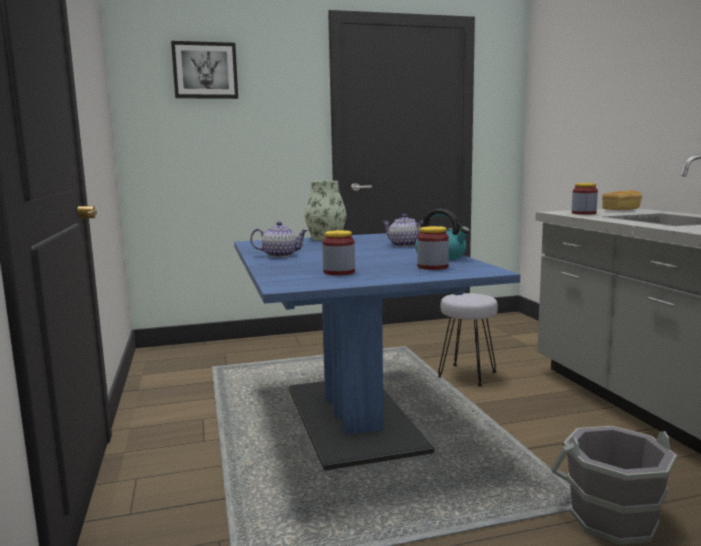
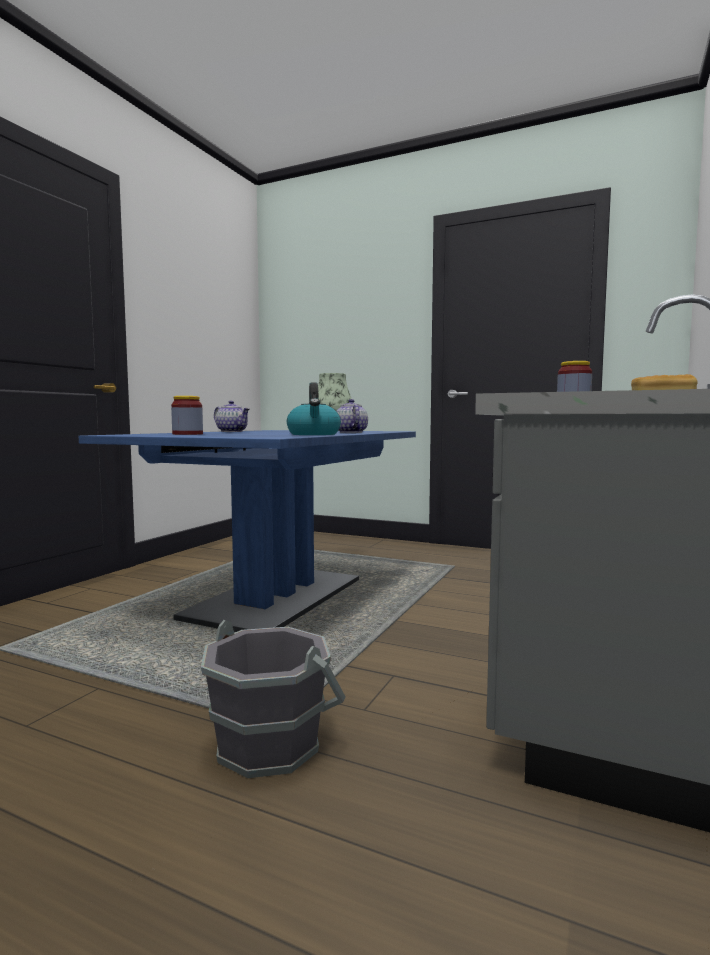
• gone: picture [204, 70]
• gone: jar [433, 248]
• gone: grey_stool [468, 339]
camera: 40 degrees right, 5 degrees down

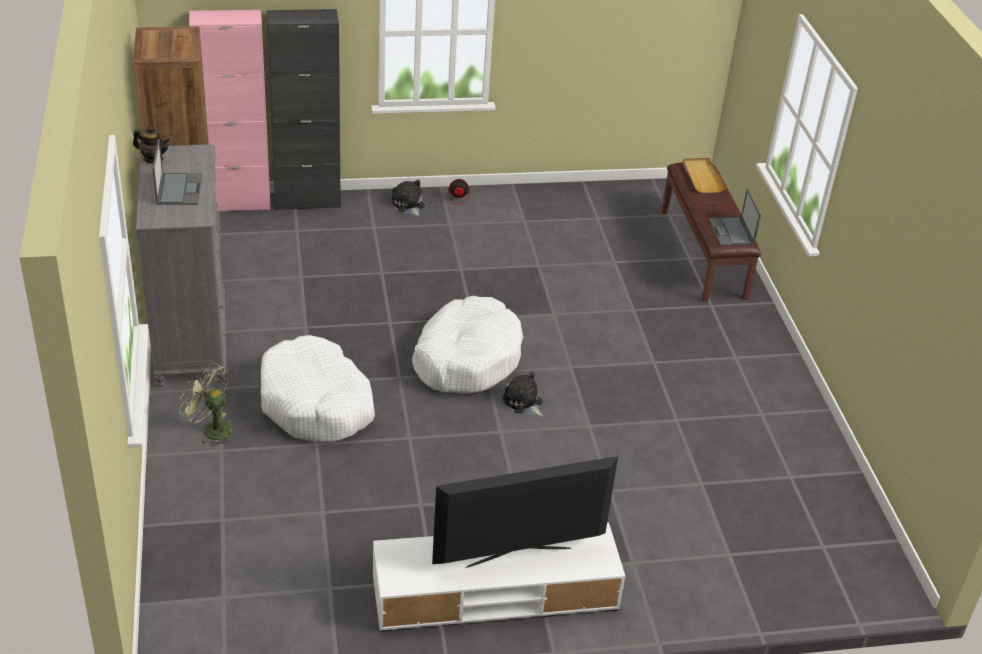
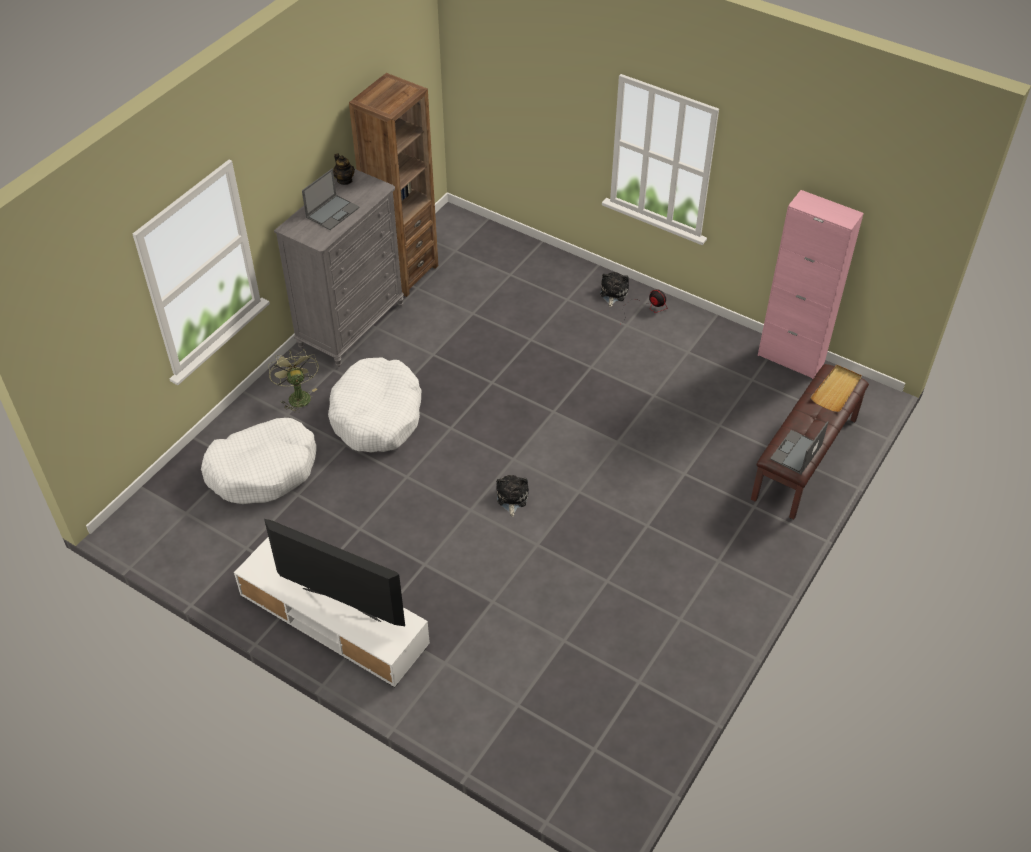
• gone: black_cabinet [303, 110]
• shifted: pink_cabinet [230, 110] to [811, 284]
• shifted: white_dog_bed [467, 344] to [259, 461]
camera: 45 degrees right, 10 degrees up

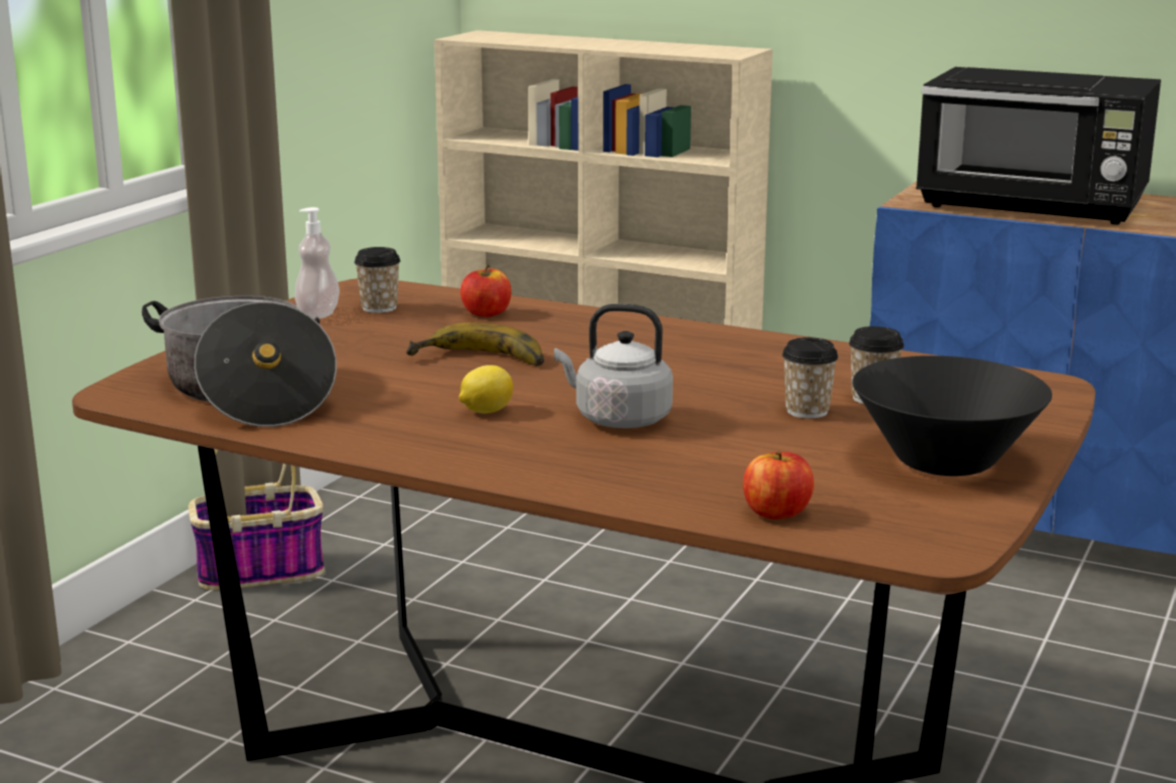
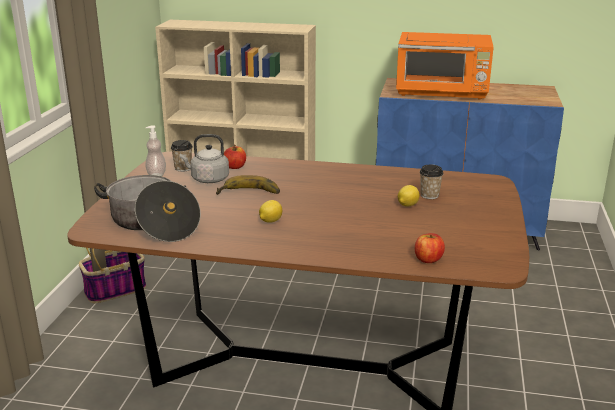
• repainted: black_microwave [1038, 146] to orange_microwave [445, 66]
• shifted: grey_kettle [613, 366] to [204, 158]
• swapped: cup [810, 378] to lemon [409, 195]
• gone: black_bowl [952, 416]
camera: 15 degrees left, 5 degrees up

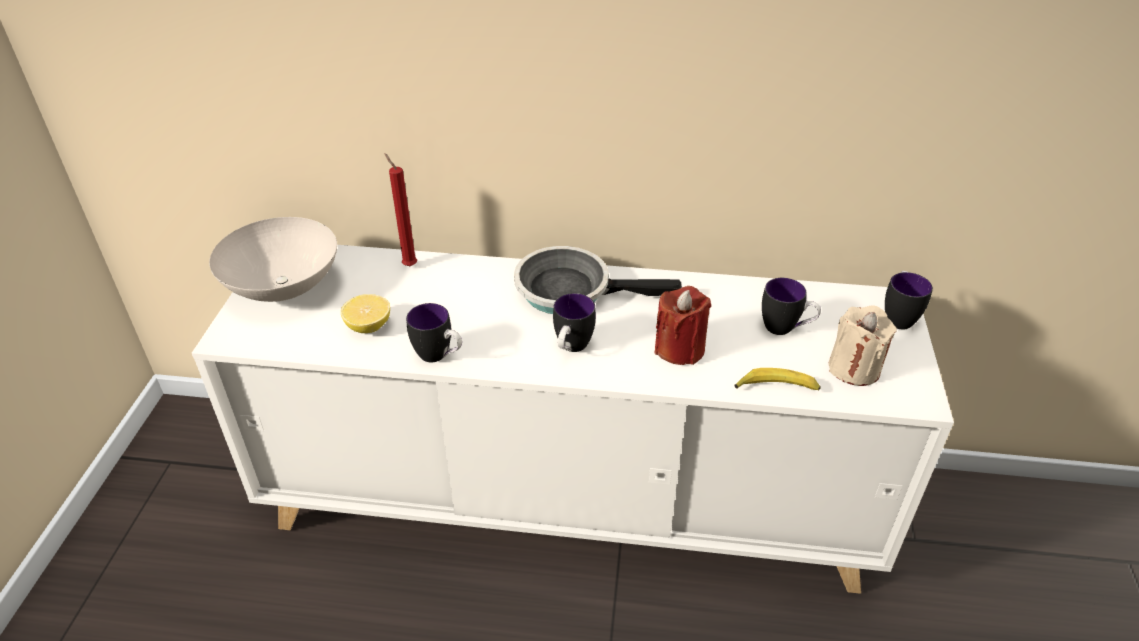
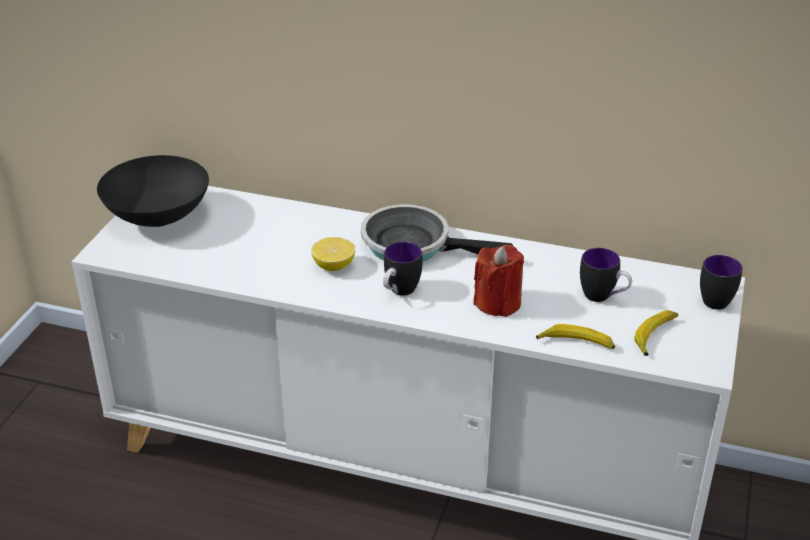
• gone: red_candle [401, 210]
• repainted: white_bowl [273, 259] to black_bowl [153, 191]
• shifted: lemon [365, 313] to [333, 254]
• gone: mug [434, 333]
• swapped: beige_candle [863, 346] to banana [656, 333]
camera: 10 degrees right, 5 degrees down

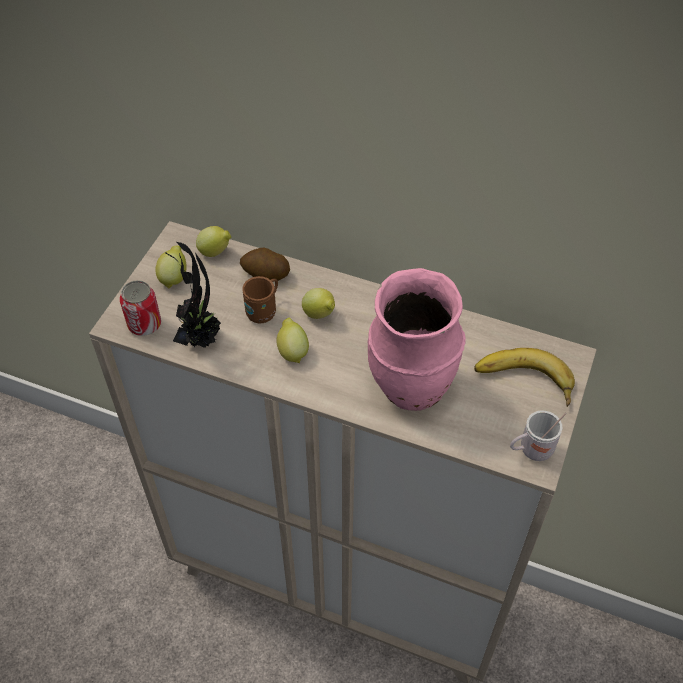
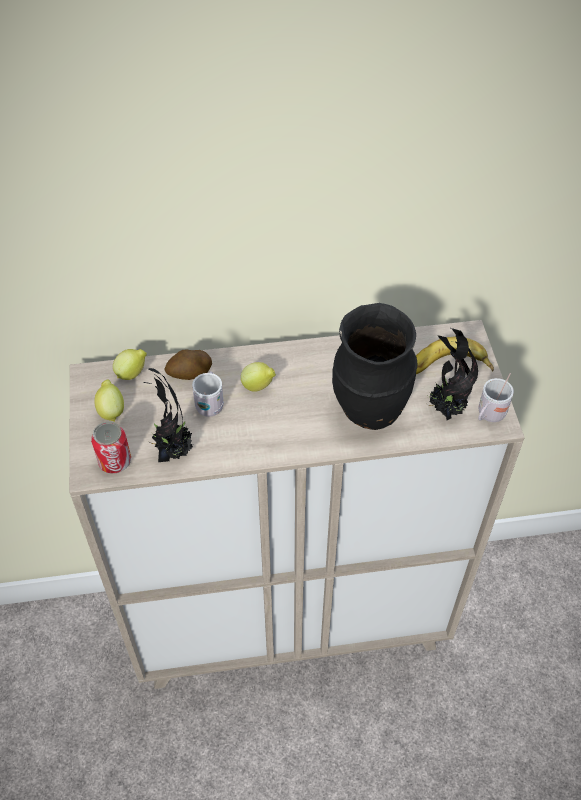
• repainted: pink_vase [417, 339] to black_vase [374, 366]
• repainted: brown_mug [260, 299] to white_mug [208, 394]
• gone: lemon [292, 340]
• new: potted_plant [453, 374]
camera: 30 degrees left, 0 degrees up

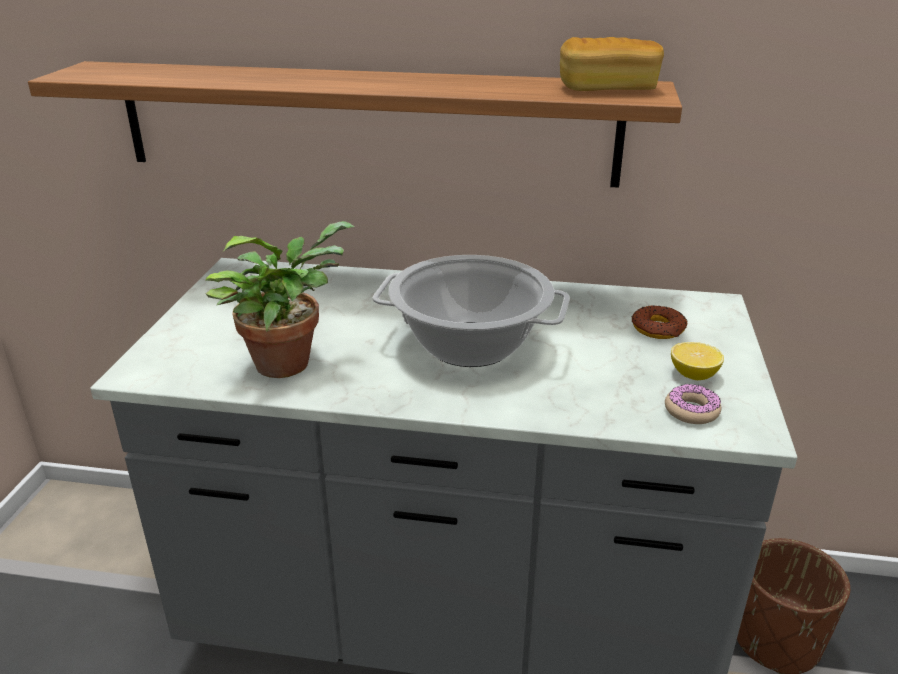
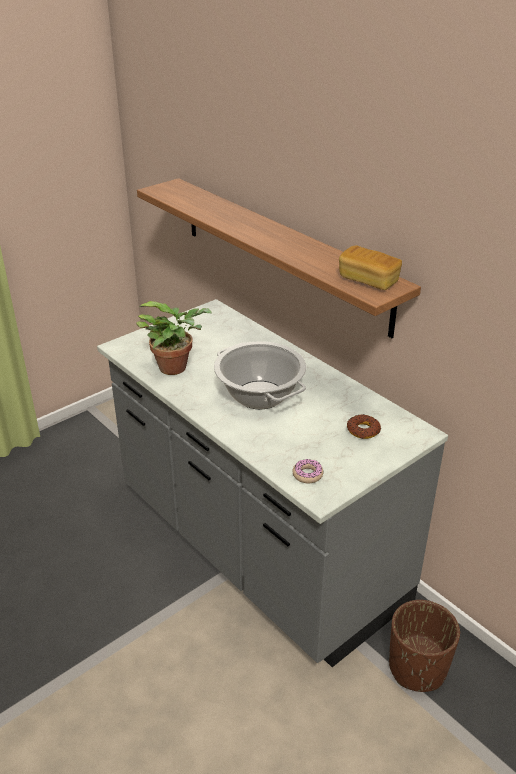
• gone: lemon [697, 361]
camera: 40 degrees right, 5 degrees up

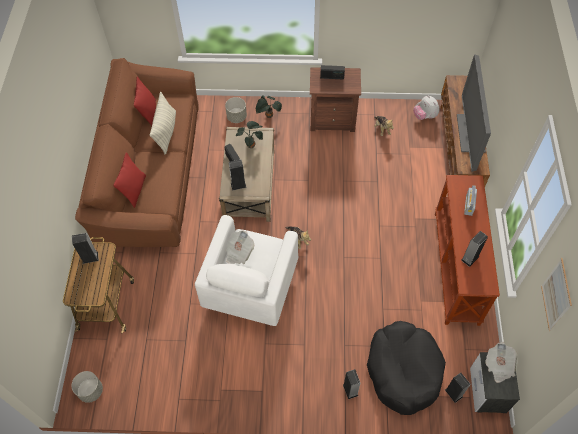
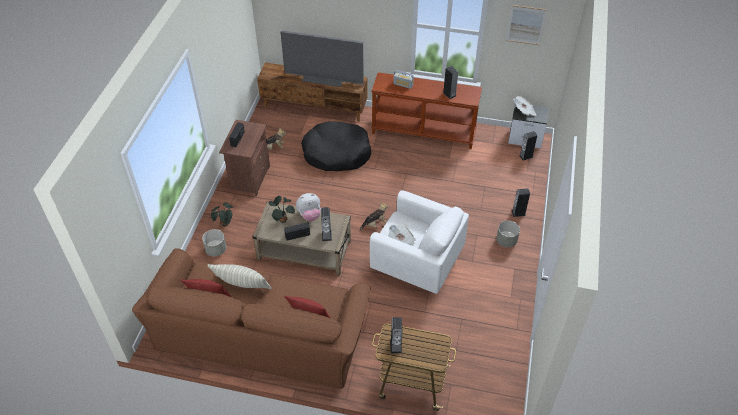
• shifted: plush_toy [426, 107] to [308, 207]
• shifted: black_dog_bed [406, 368] to [336, 146]
• shifted: grey_planter [87, 387] to [508, 234]
camera: 80 degrees left, 10 degrees down

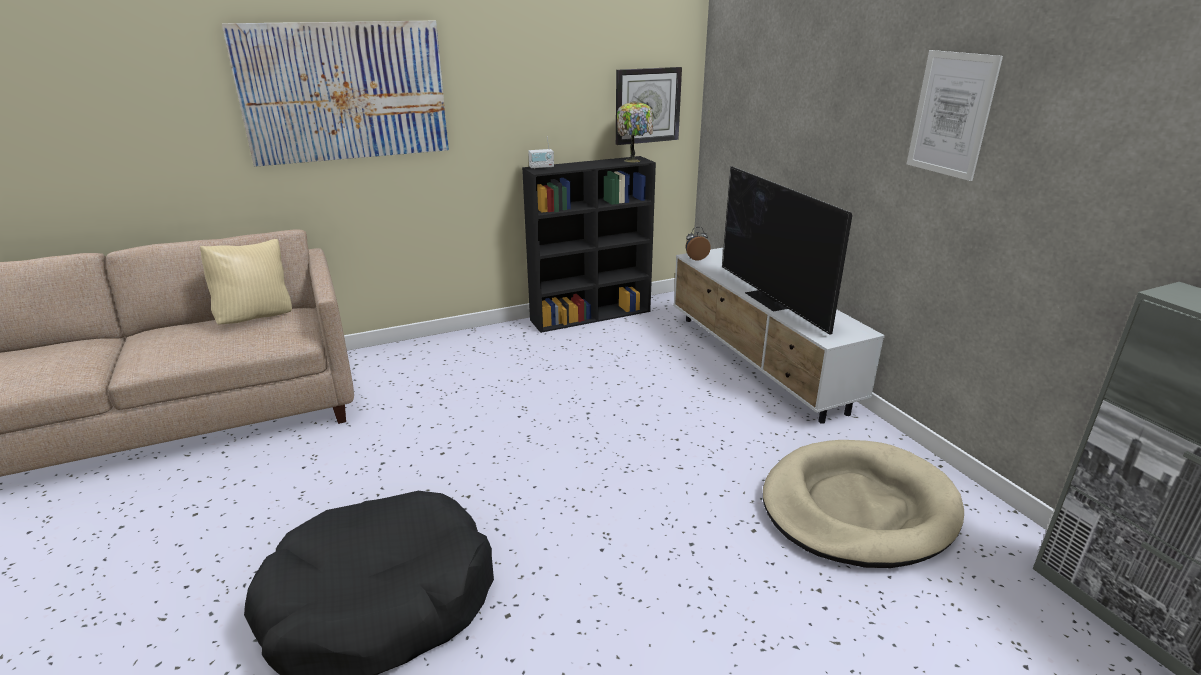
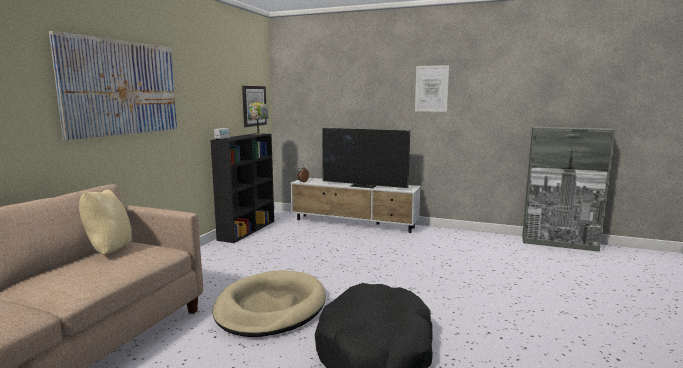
• shifted: beige_dog_bed [863, 504] to [269, 303]
camera: 45 degrees left, 15 degrees down

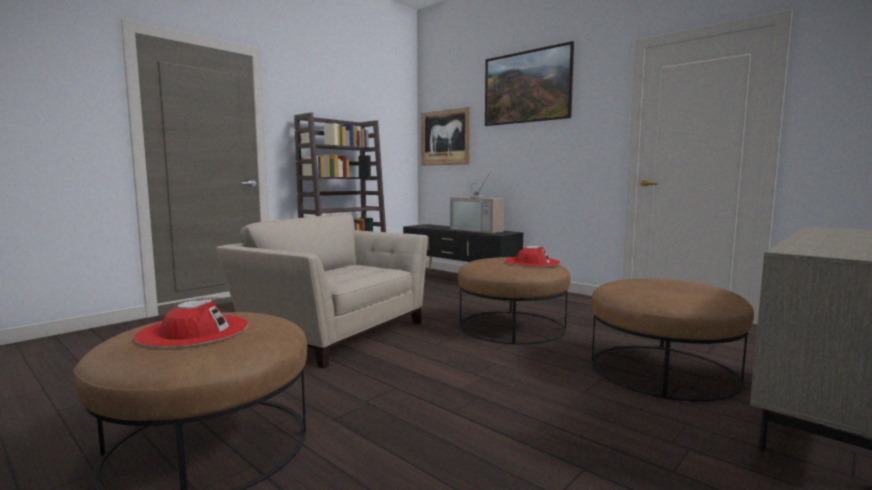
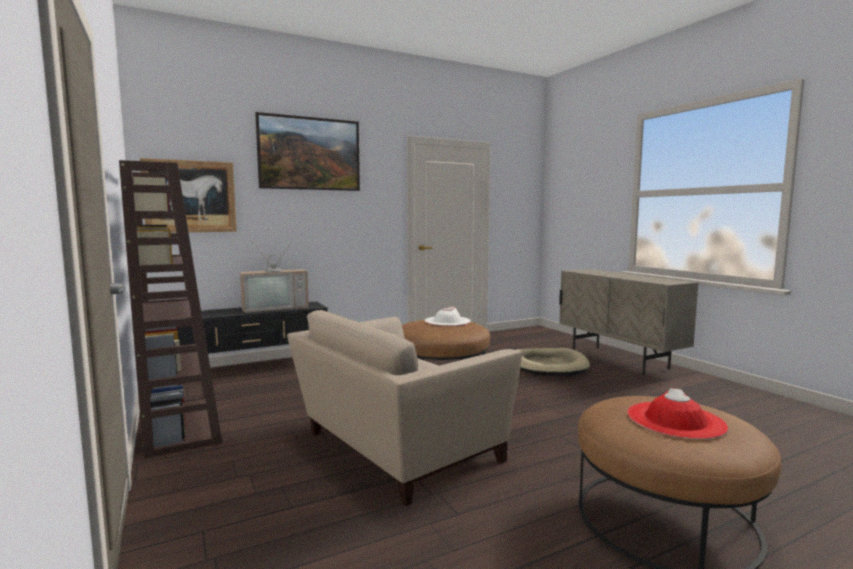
• repainted: red_hat [532, 256] to white_hat [448, 316]
• swapped: brown_ottoman [672, 339] to beige_dog_bed [553, 362]
camera: 70 degrees left, 0 degrees up

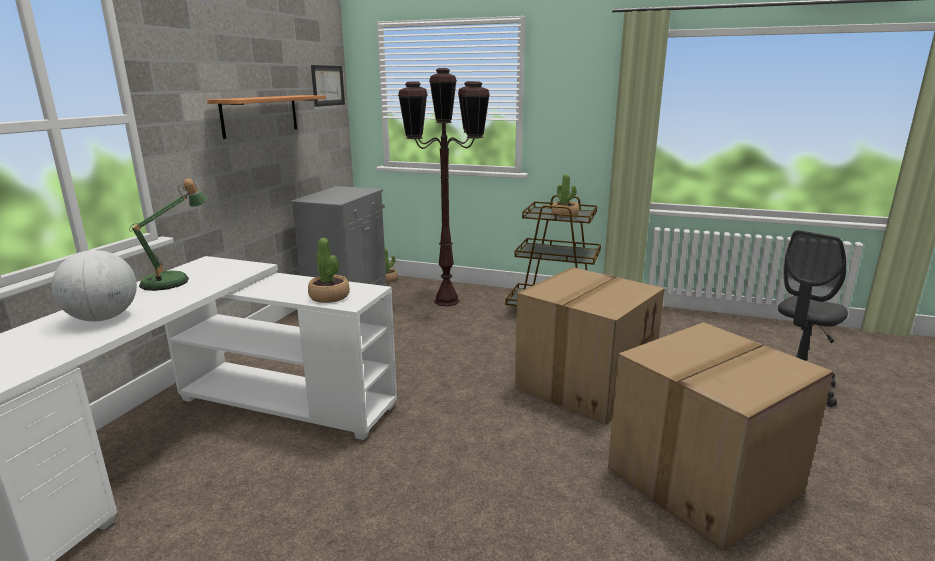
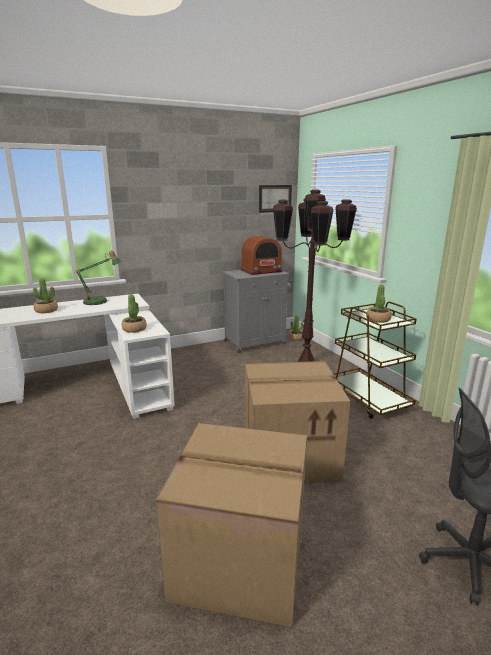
• gone: shelf [266, 117]
• swapped: globe [94, 285] to potted_plant [45, 295]
• new: radio [261, 255]
camera: 45 degrees right, 0 degrees up

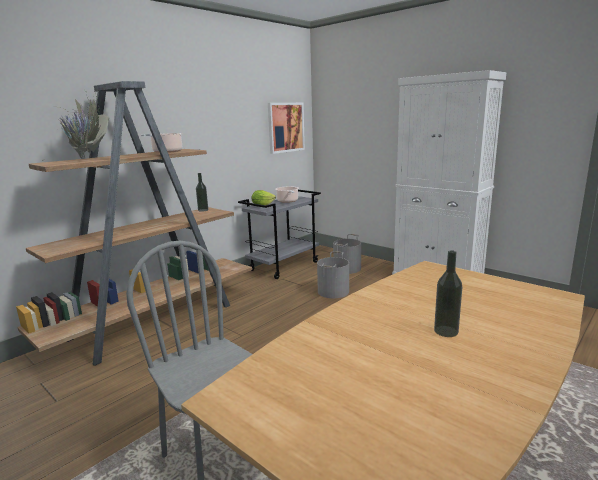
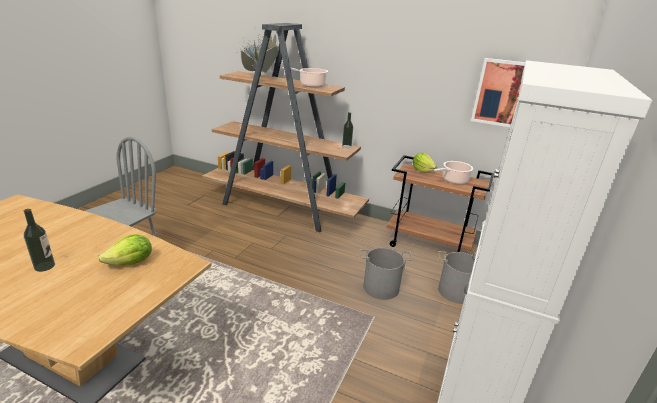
• repainted: grey_cart [279, 234] to brown_cart [440, 203]
• new: lettuce [125, 250]
camera: 70 degrees right, 10 degrees up

